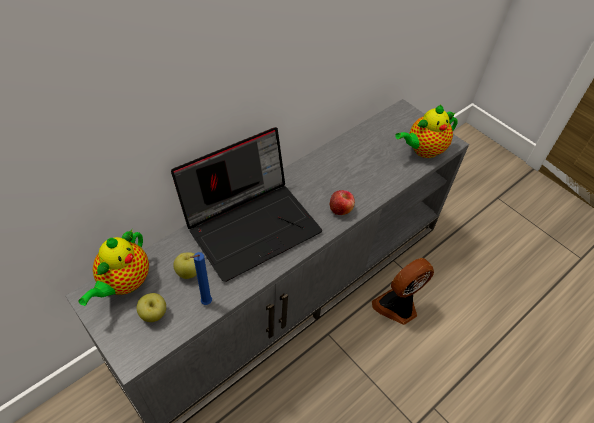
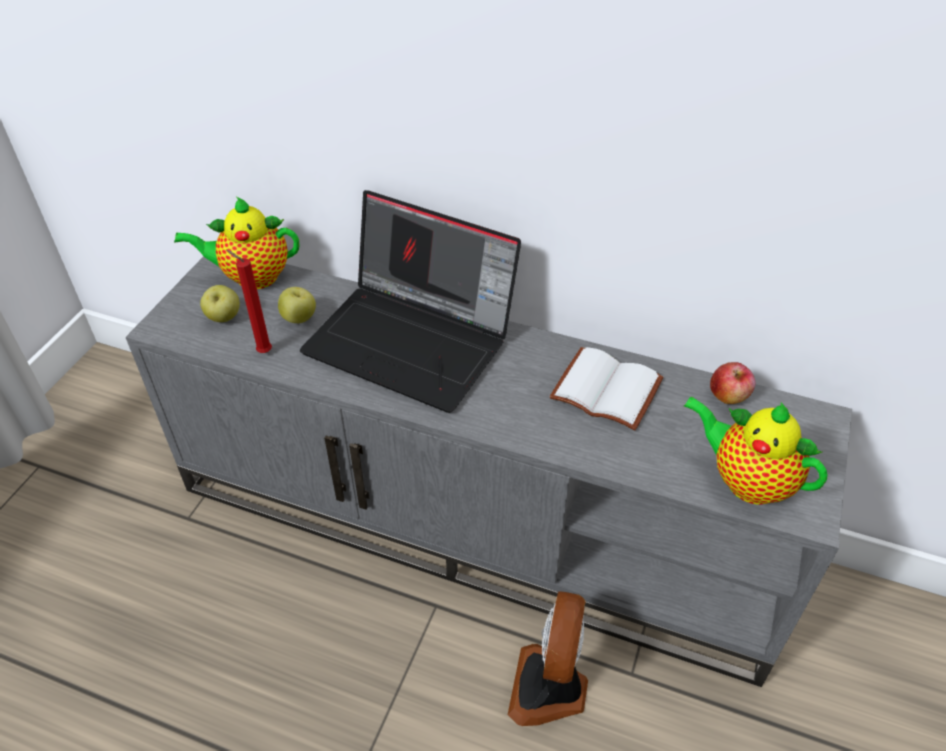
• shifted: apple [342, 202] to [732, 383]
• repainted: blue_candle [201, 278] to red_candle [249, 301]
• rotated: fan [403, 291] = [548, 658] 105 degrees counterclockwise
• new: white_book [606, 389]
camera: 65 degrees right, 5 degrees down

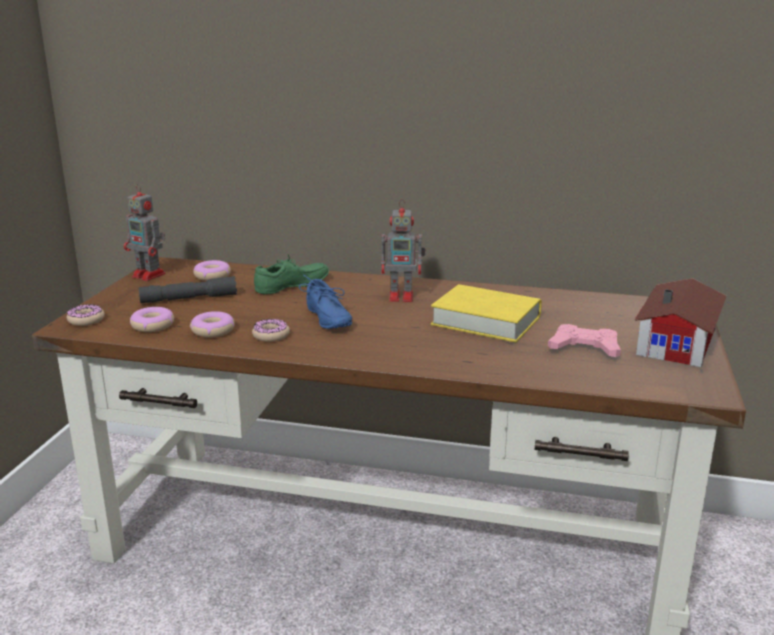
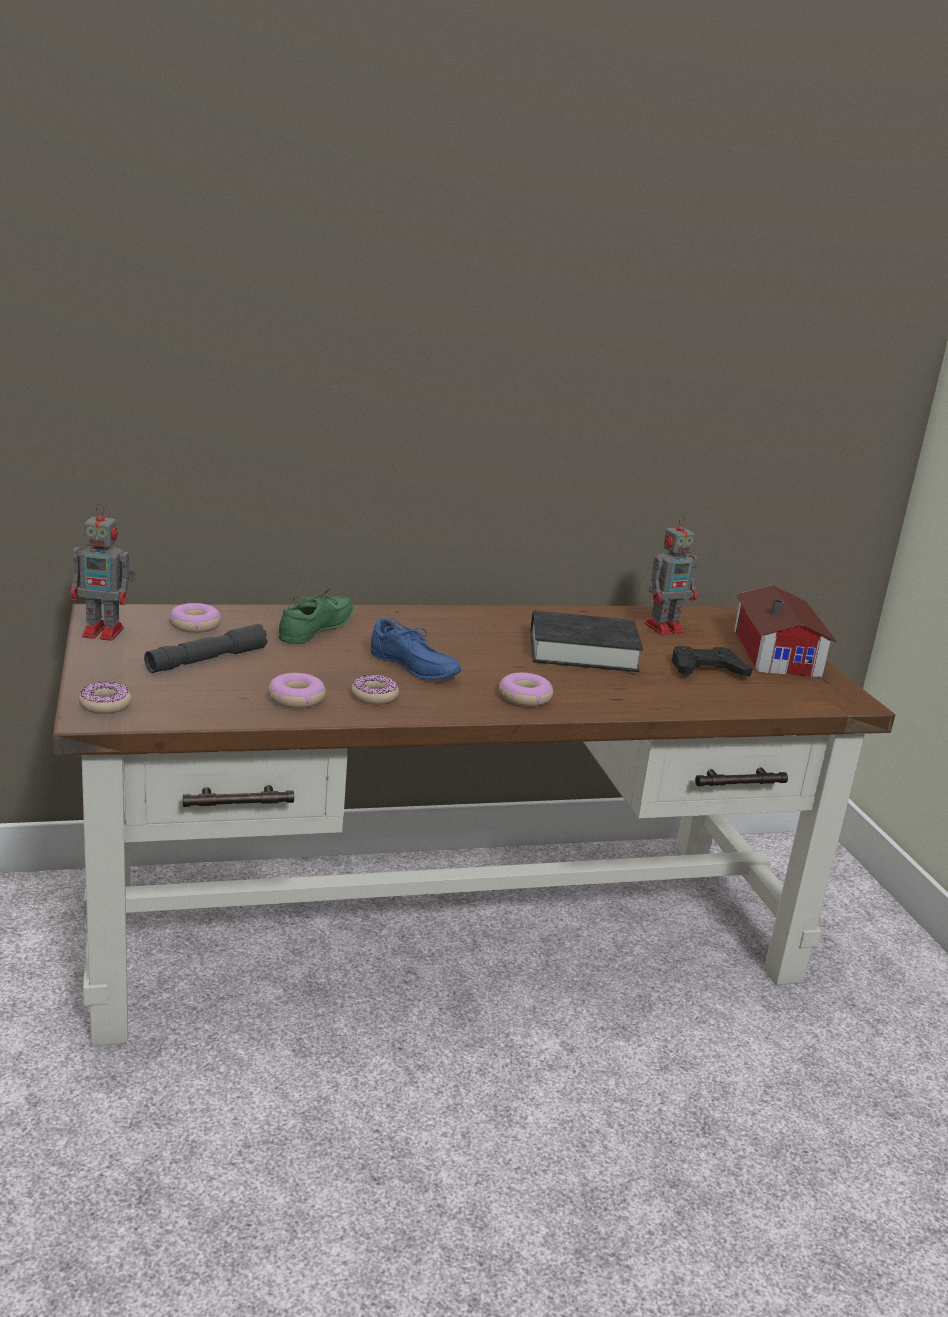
• shifted: toy_robot [403, 250] to [671, 575]
• repainted: yellow_book [486, 313] to black_book [586, 641]
• shifted: donut [152, 319] to [526, 689]
• repainted: pink_game_controller [584, 340] to black_game_controller [712, 661]
camera: 30 degrees left, 0 degrees up

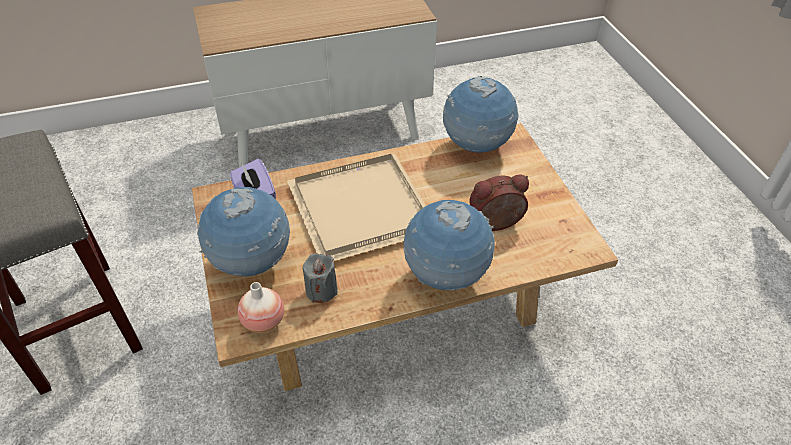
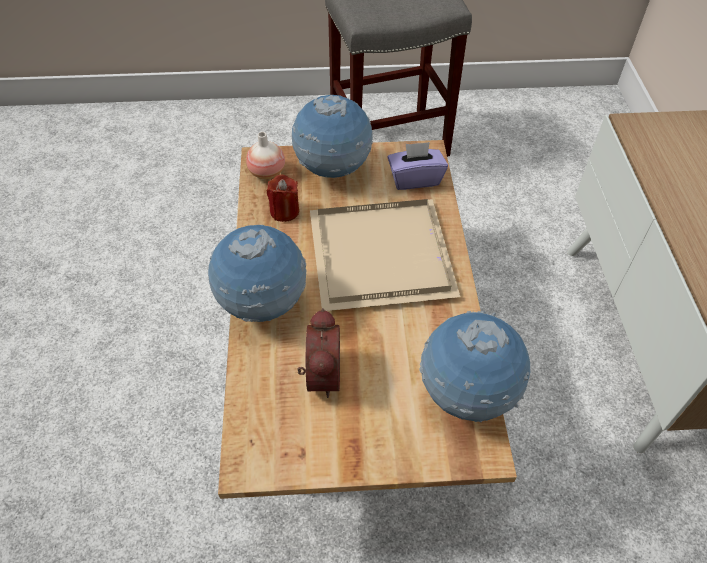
• repainted: grey_candle [320, 278] to red_candle [283, 198]
camera: 105 degrees right, 5 degrees up

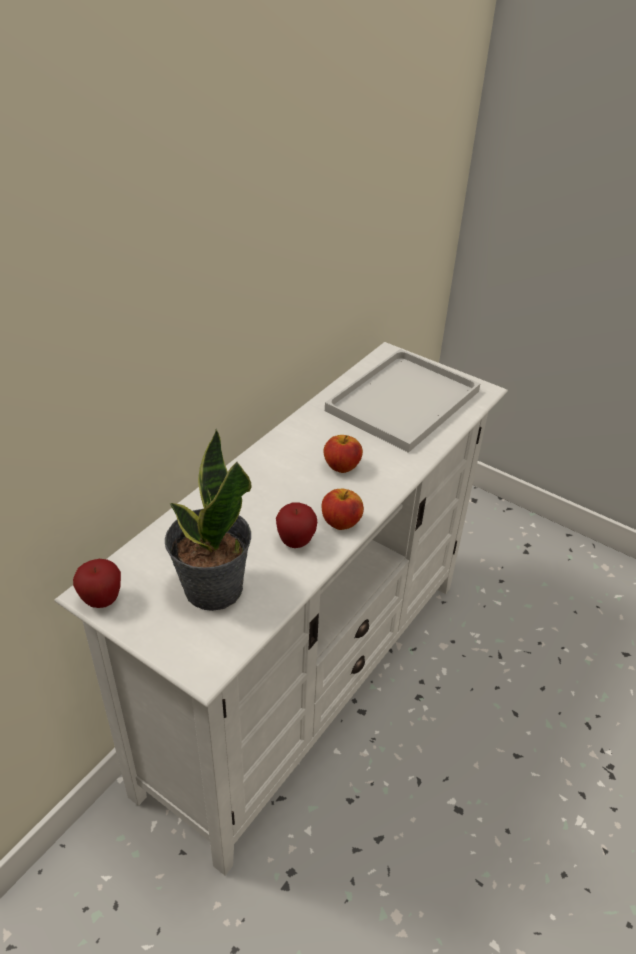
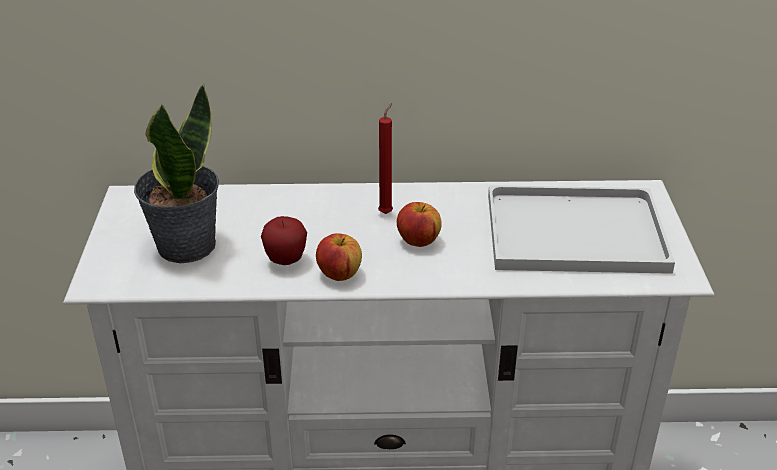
• gone: apple [97, 583]
• new: red_candle [385, 158]
camera: 55 degrees right, 5 degrees down

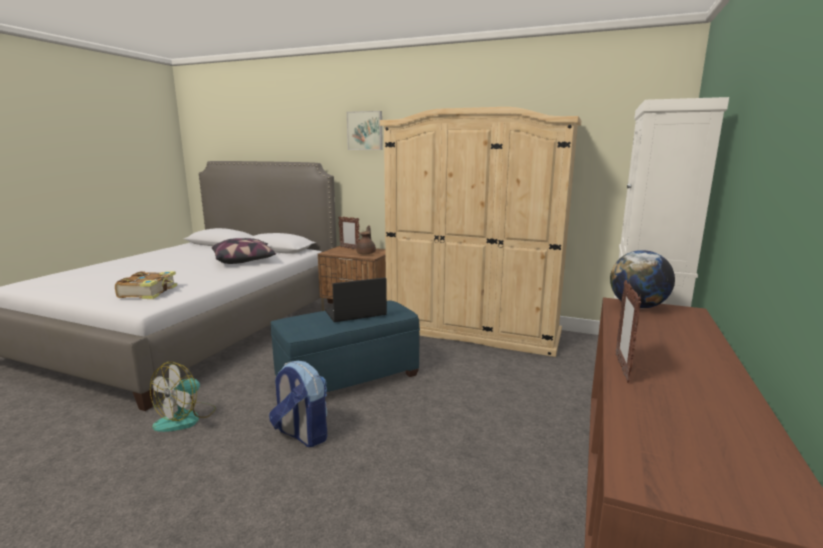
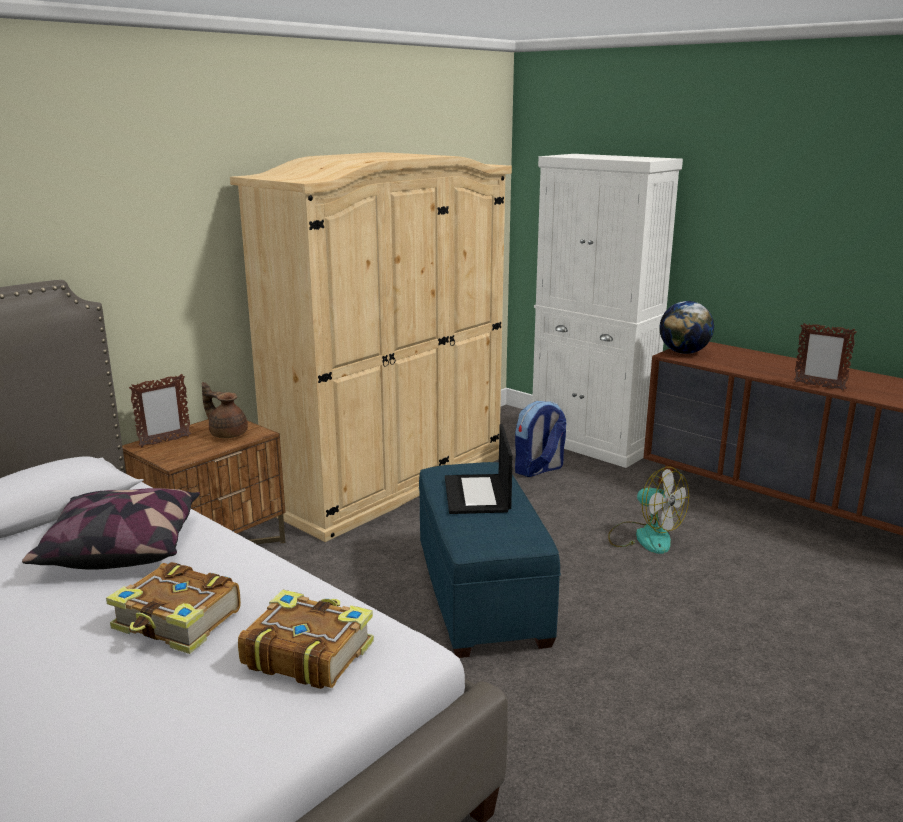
• gone: picture [365, 130]
• shifted: backpack [298, 404] to [541, 439]
• shifted: fan [183, 397] to [648, 510]
• new: book [173, 608]
camera: 70 degrees left, 5 degrees up

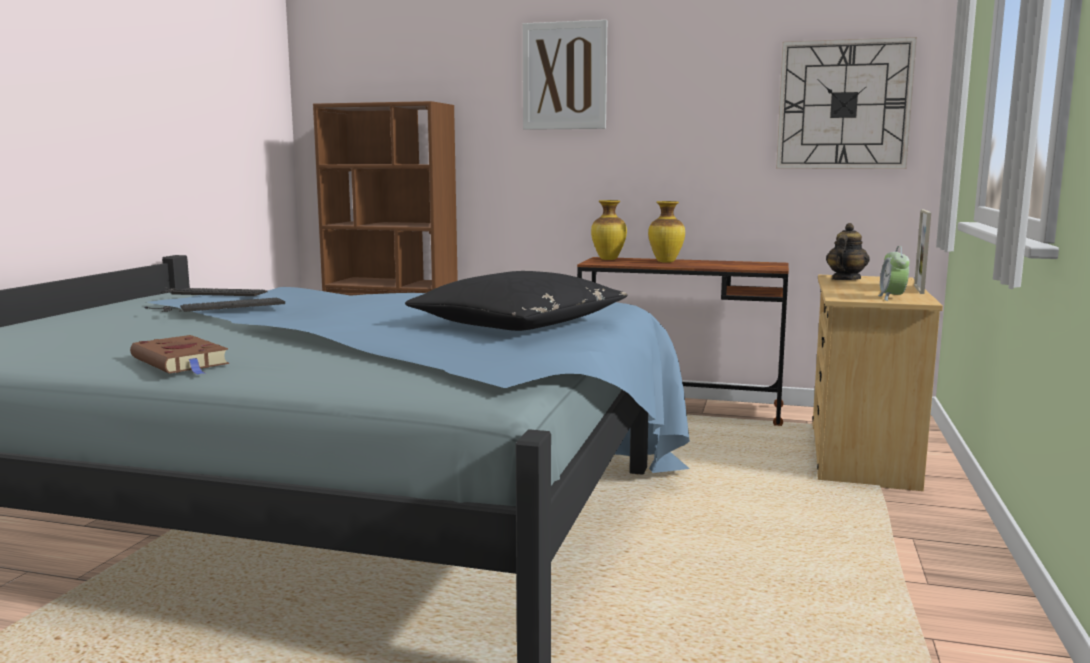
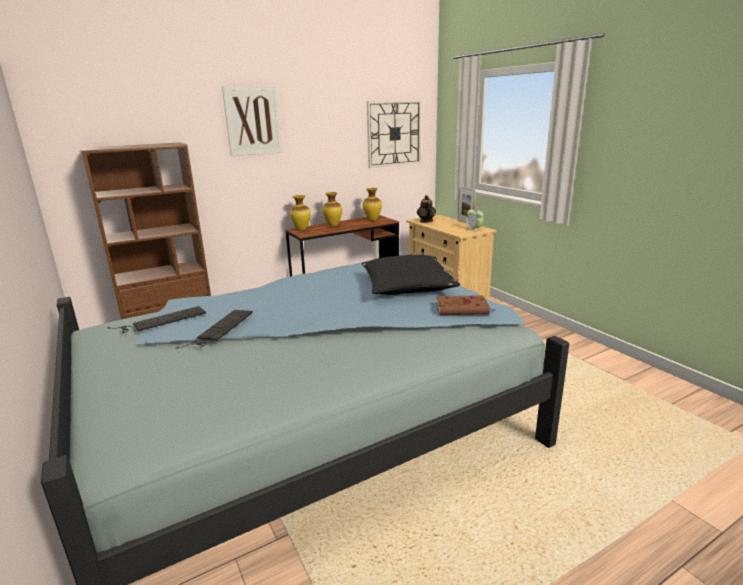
• shifted: brown_book [179, 355] to [466, 305]
• new: vase [372, 204]
camera: 45 degrees left, 10 degrees up

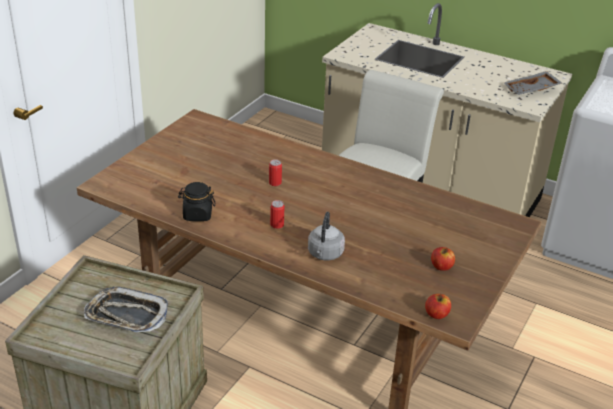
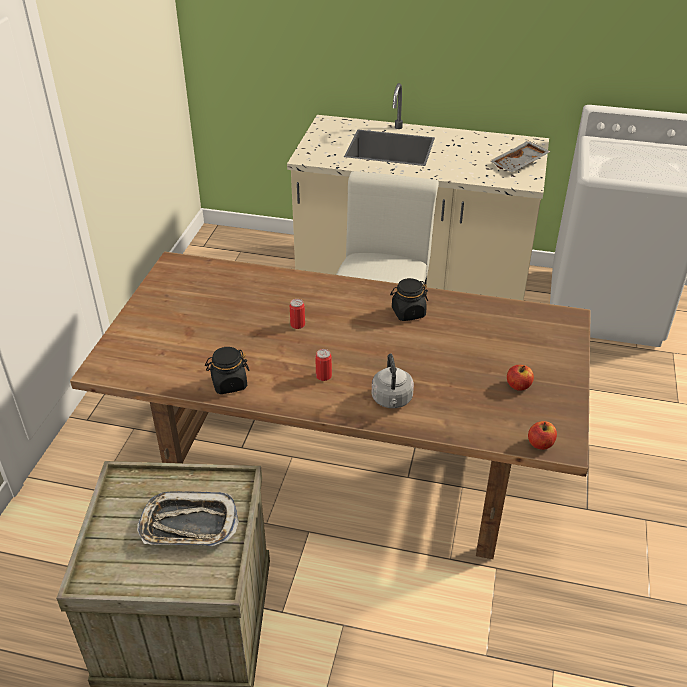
• new: black_jar [409, 299]
camera: 15 degrees left, 5 degrees up

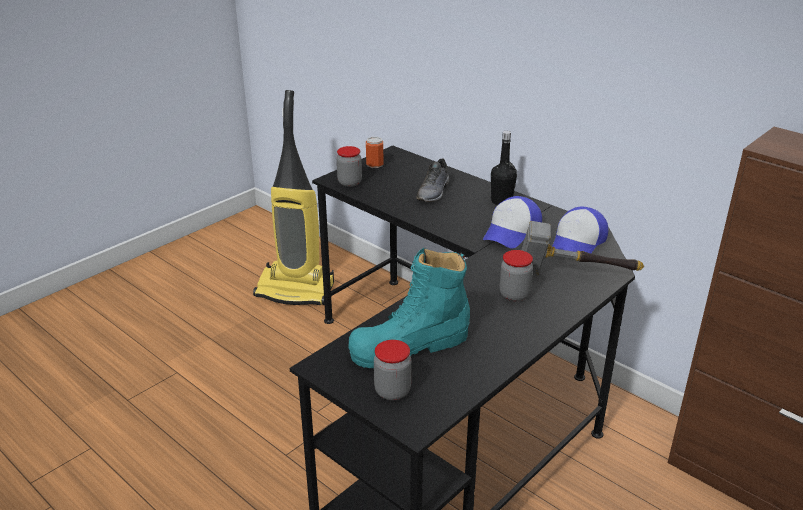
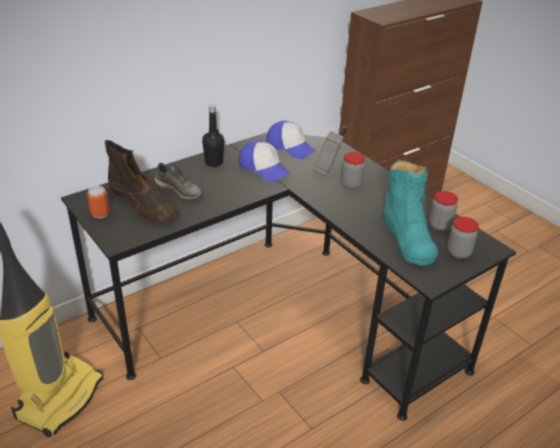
• shifted: jar [349, 166] to [443, 211]
• new: brown_boot [142, 181]
camera: 80 degrees left, 5 degrees up

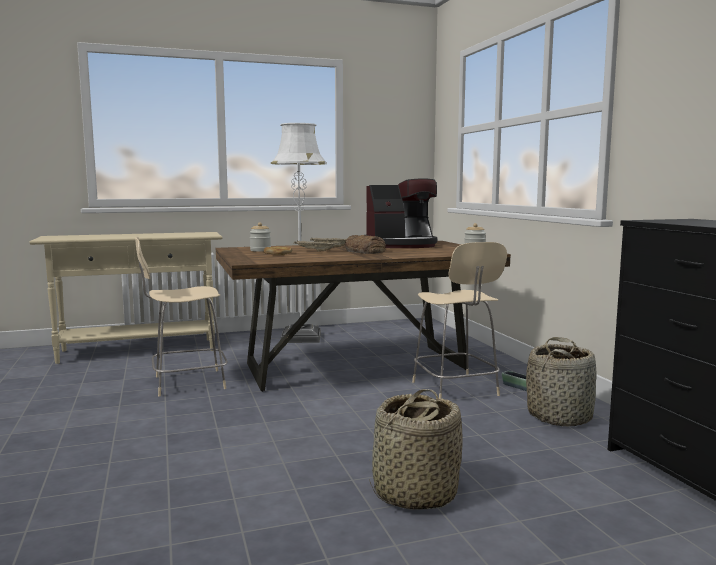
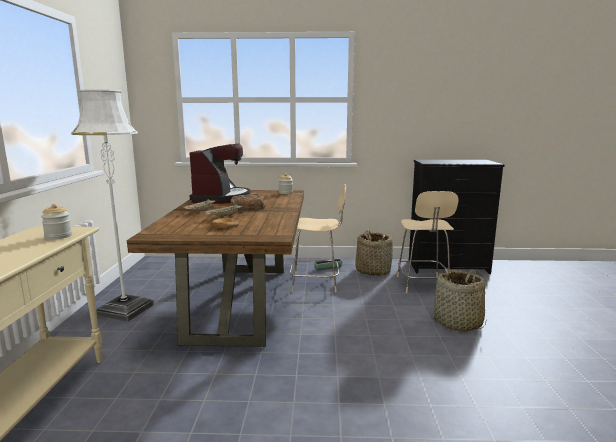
• shifted: jar [260, 237] to [56, 221]
• shifted: beige_chair [181, 317] to [427, 242]
camera: 70 degrees left, 5 degrees up

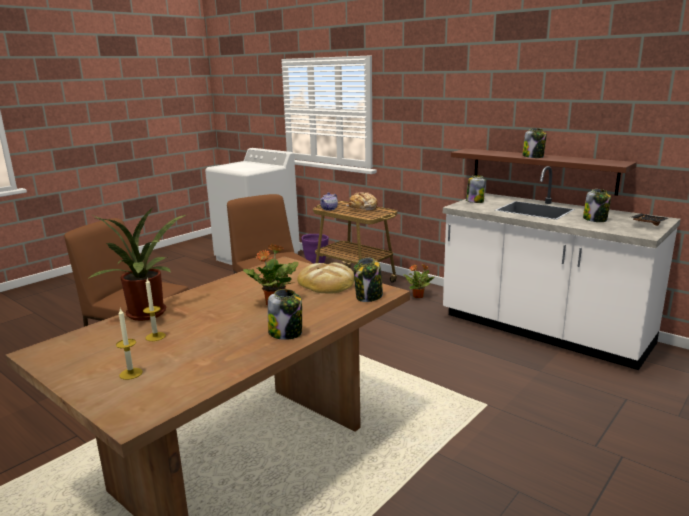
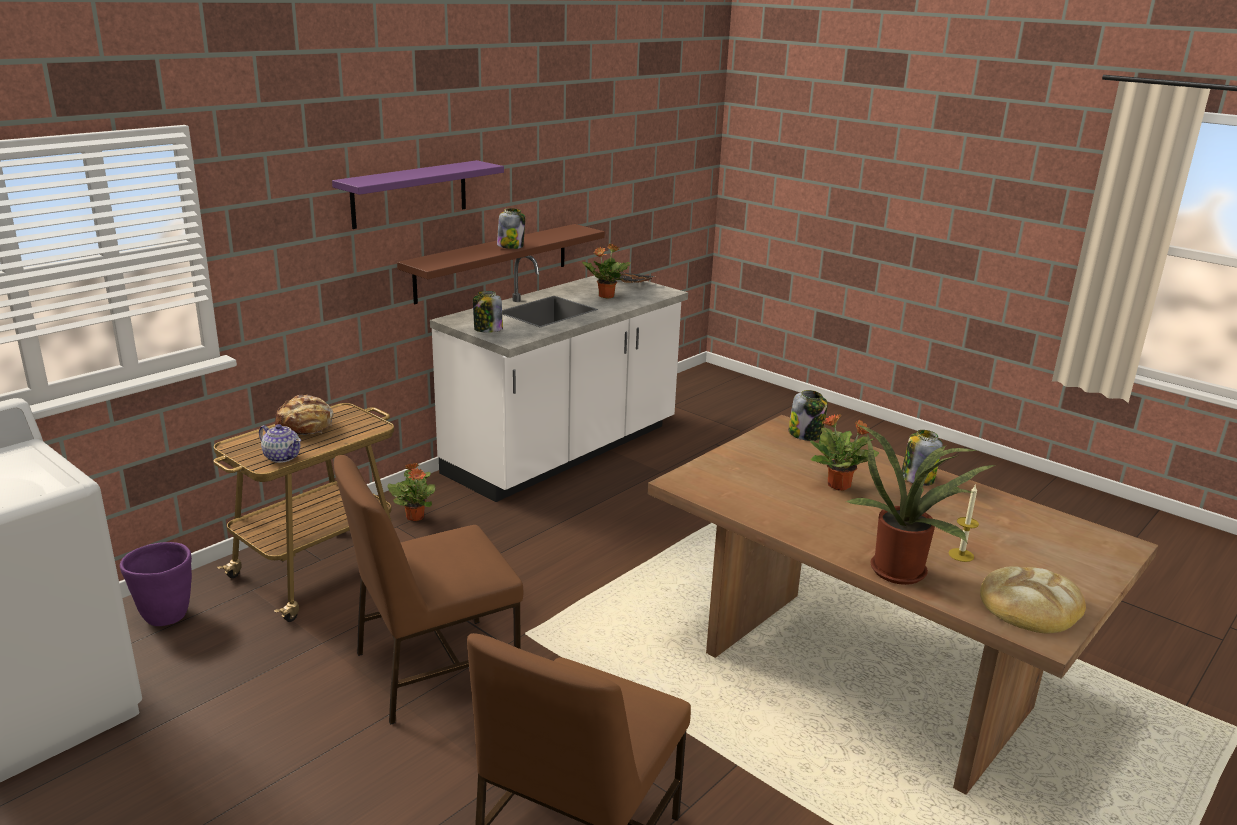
• swapped: jar [597, 205] to potted_plant [606, 271]
• shifted: bread [325, 278] to [1033, 600]
• gone: candle [129, 344]
• new: purple_shelf [418, 194]
camera: 90 degrees left, 5 degrees up

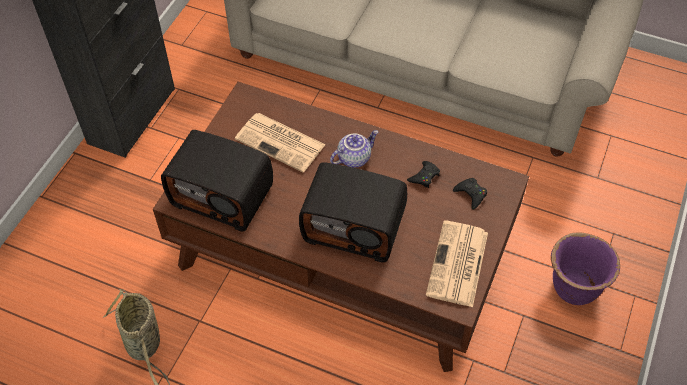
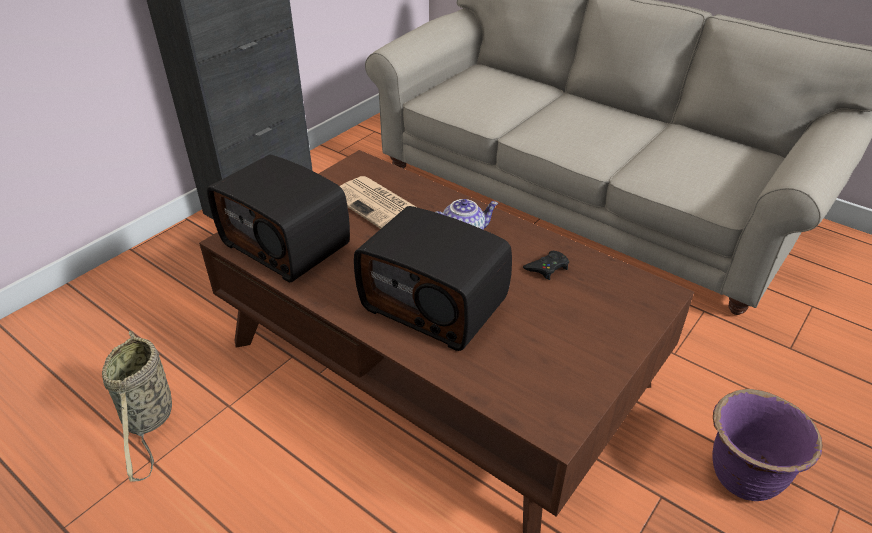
• gone: black_game_controller [470, 194]
• gone: newspaper [457, 264]
camera: 15 degrees right, 15 degrees down

